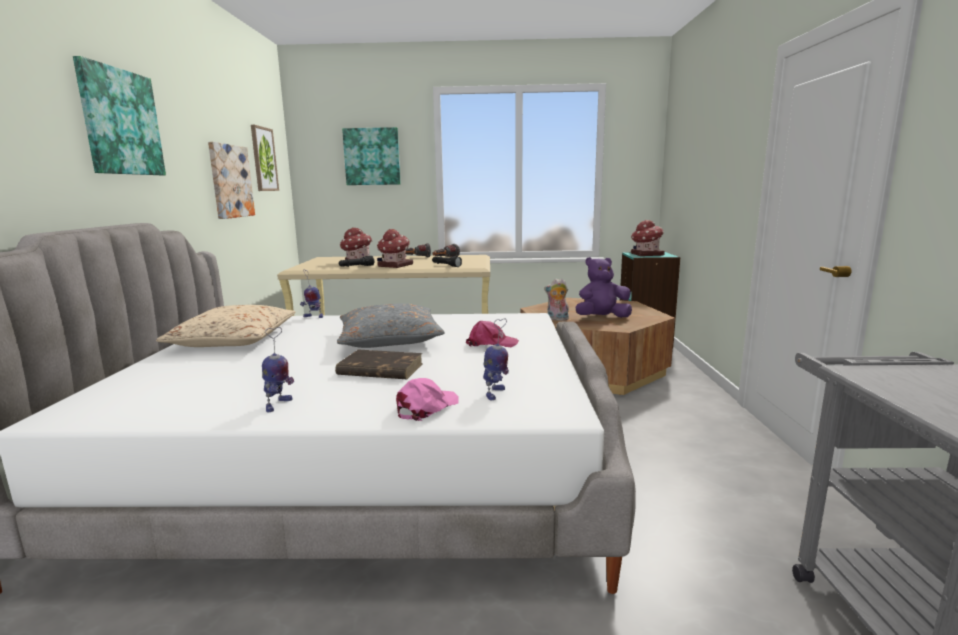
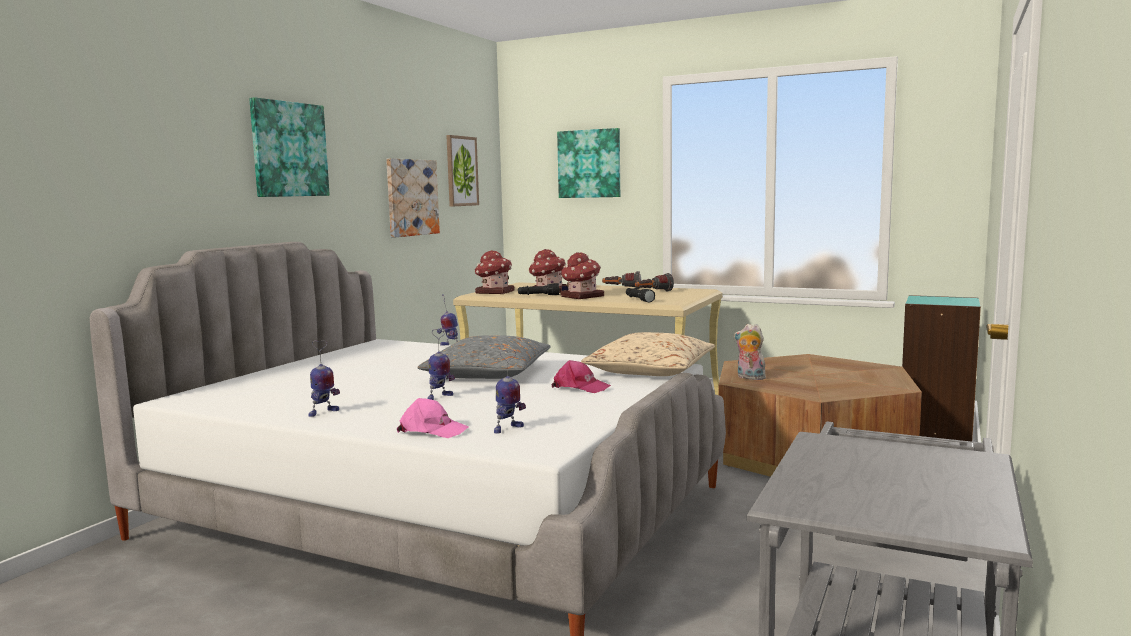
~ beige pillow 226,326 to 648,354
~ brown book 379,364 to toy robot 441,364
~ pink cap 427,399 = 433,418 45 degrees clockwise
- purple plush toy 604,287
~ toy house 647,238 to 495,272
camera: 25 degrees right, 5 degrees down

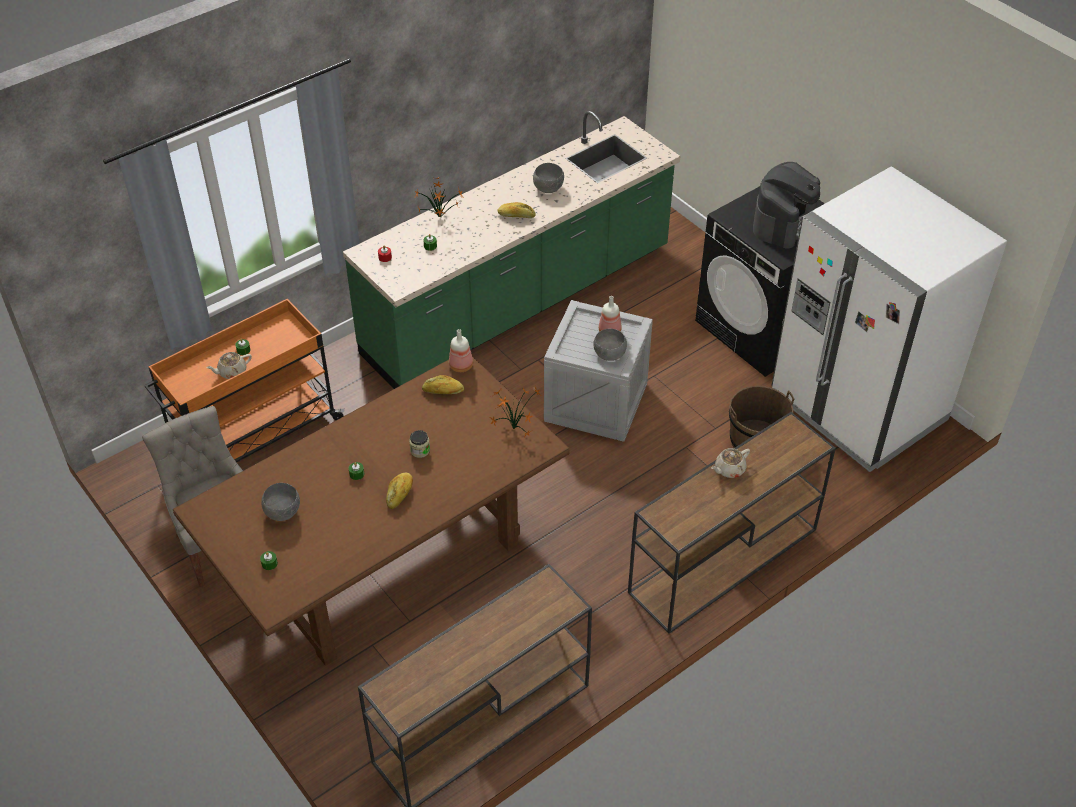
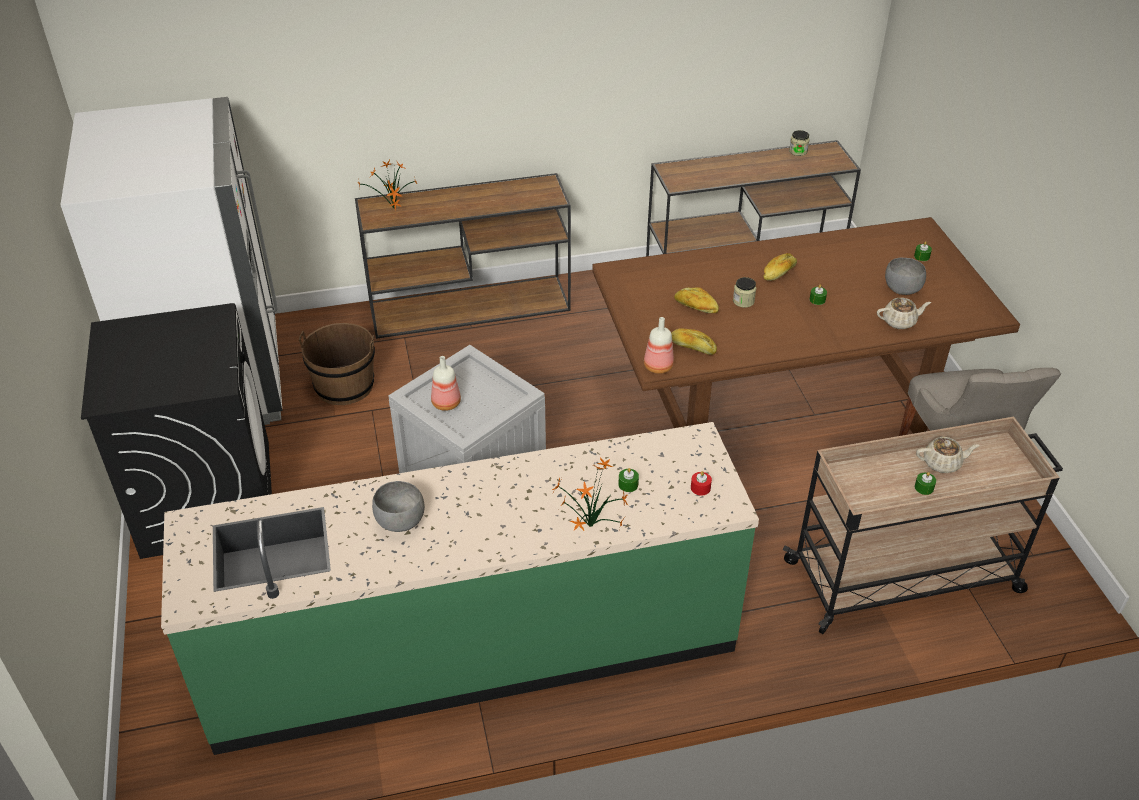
~ orange cart 244,381 to beige cart 923,525
~ potted plant 515,412 to 387,185
~ bread 516,210 to 696,300
- grey bowl 610,345
~ beige teapot 730,463 to 904,313
- coffee machine 786,205
+ jar 799,143
camera: 155 degrees left, 5 degrees down

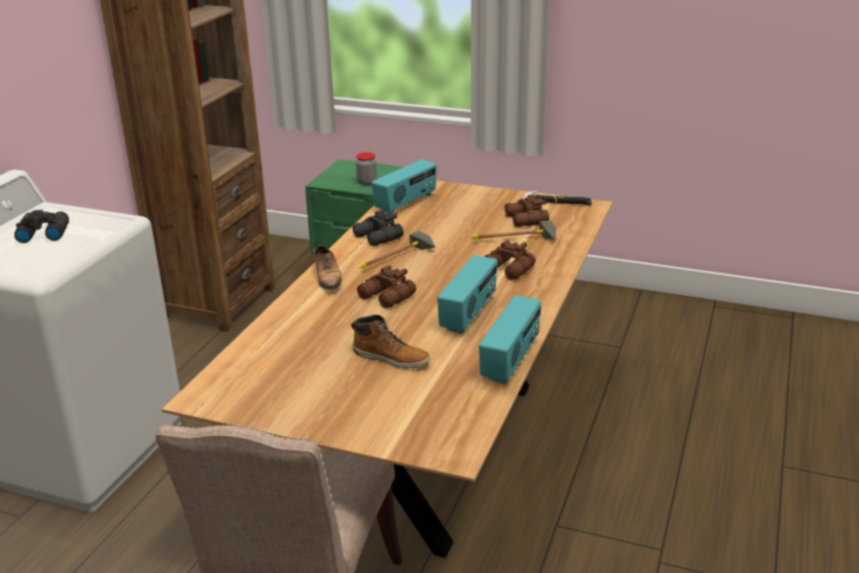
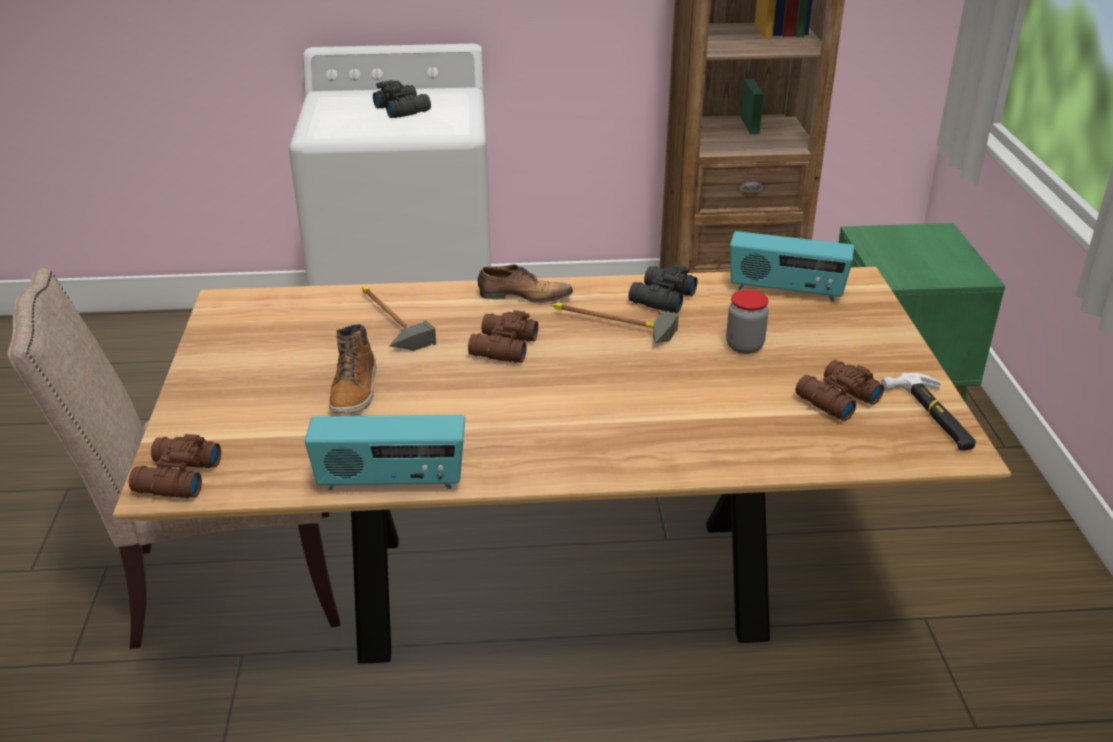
~ shoe 328,267 = 525,283 135 degrees counterclockwise
~ jar 366,168 to 747,322
- radio 467,294
~ hammer 512,230 to 399,318
~ brown binoculars 510,260 to 175,466
camera: 65 degrees right, 5 degrees up

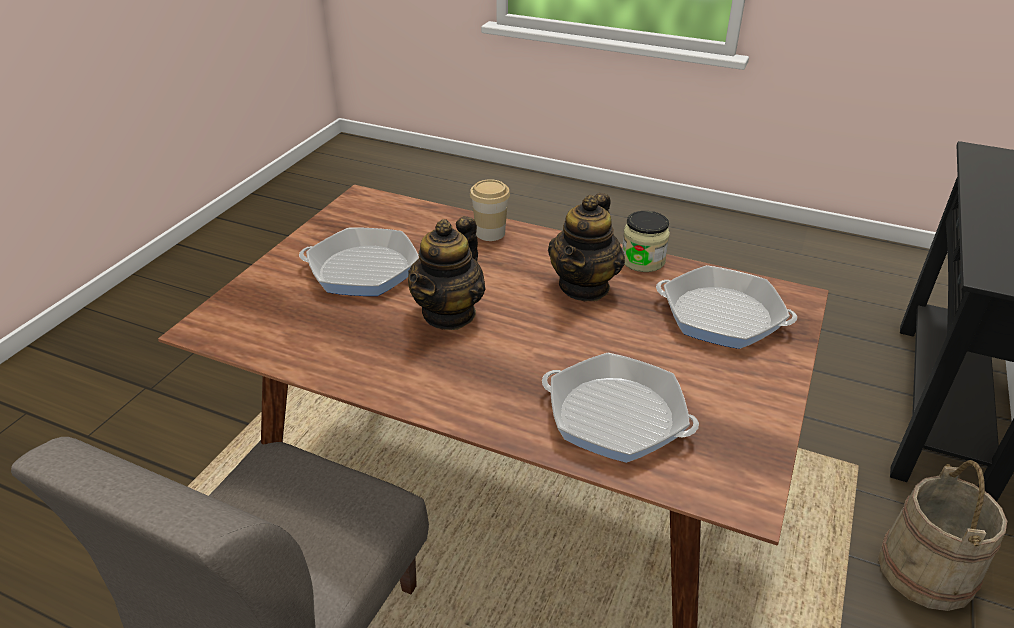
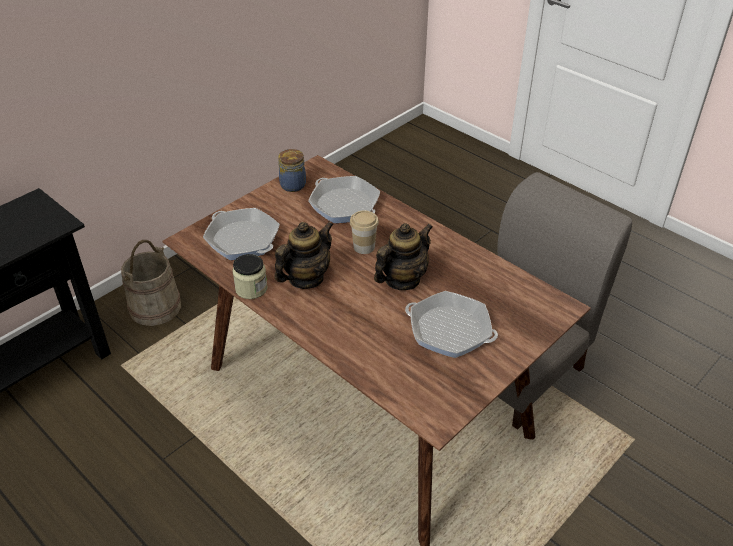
~ cup 490,210 to 364,232
+ jar 292,170
camera: 160 degrees left, 5 degrees up

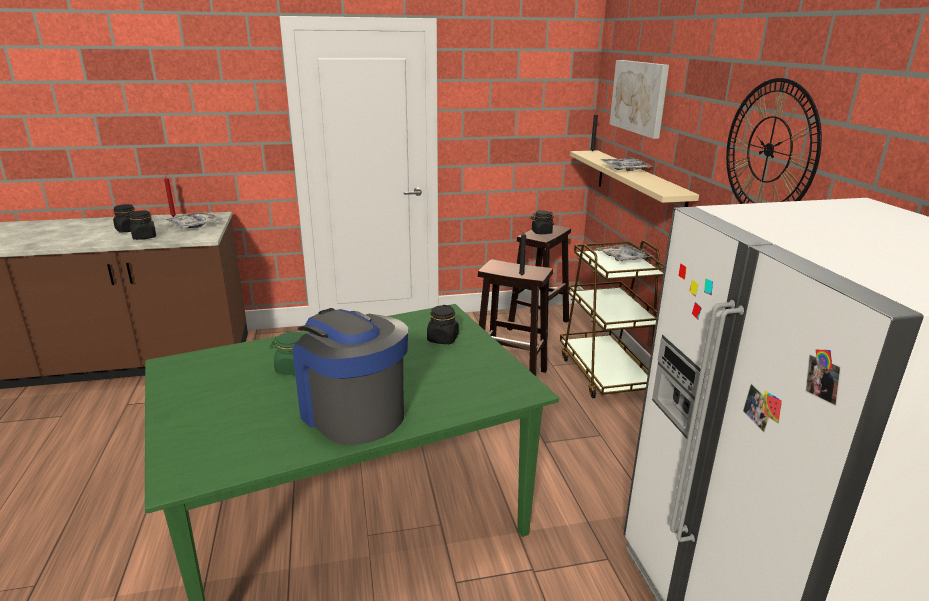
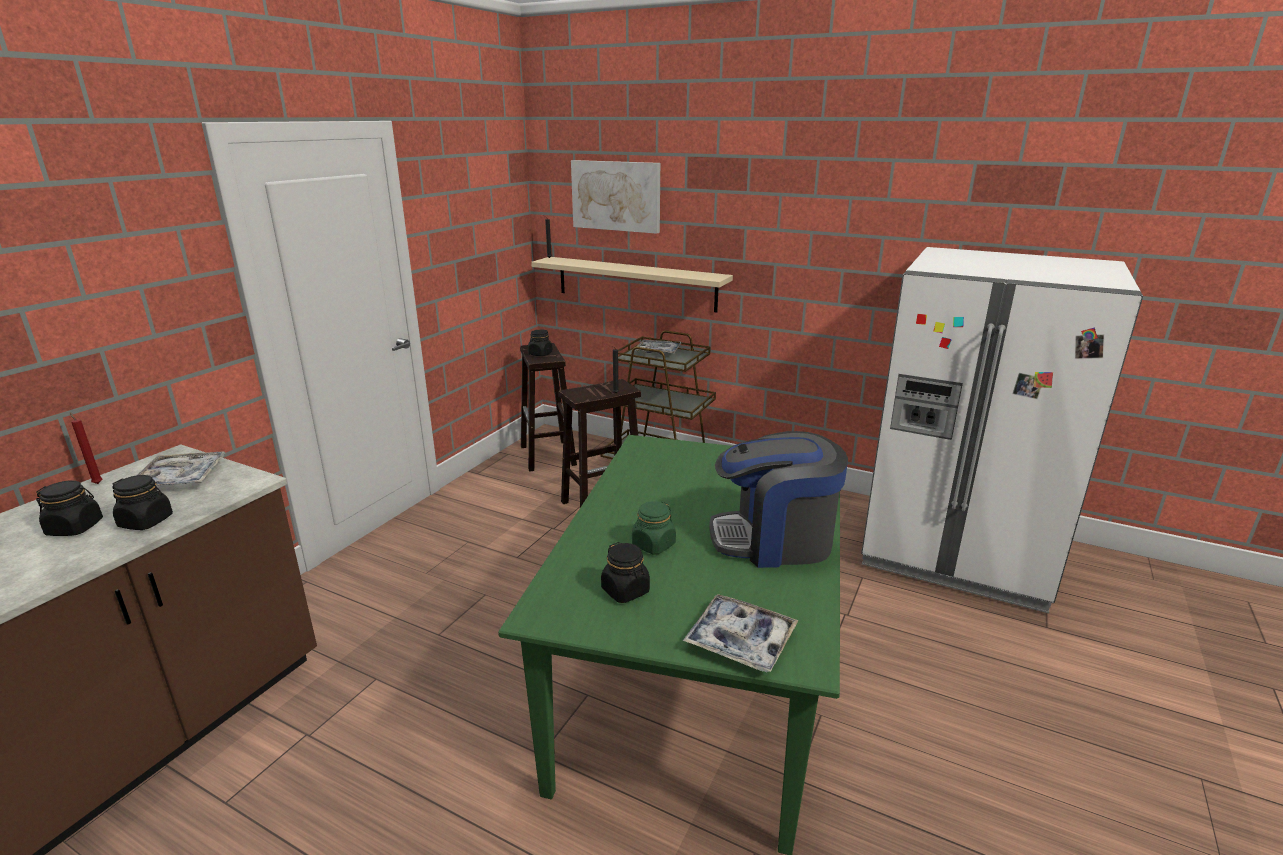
~ black jar 443,324 to 625,572
~ tray 626,164 to 741,633
- wall clock 774,141
camera: 50 degrees left, 0 degrees up

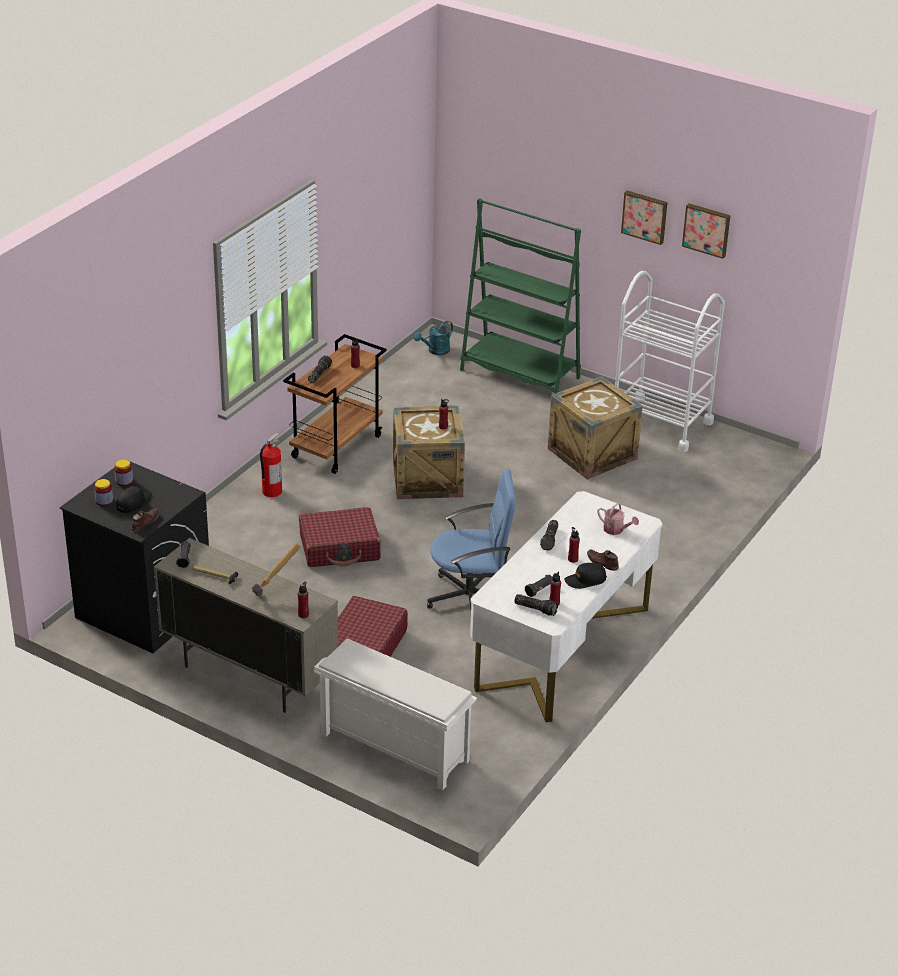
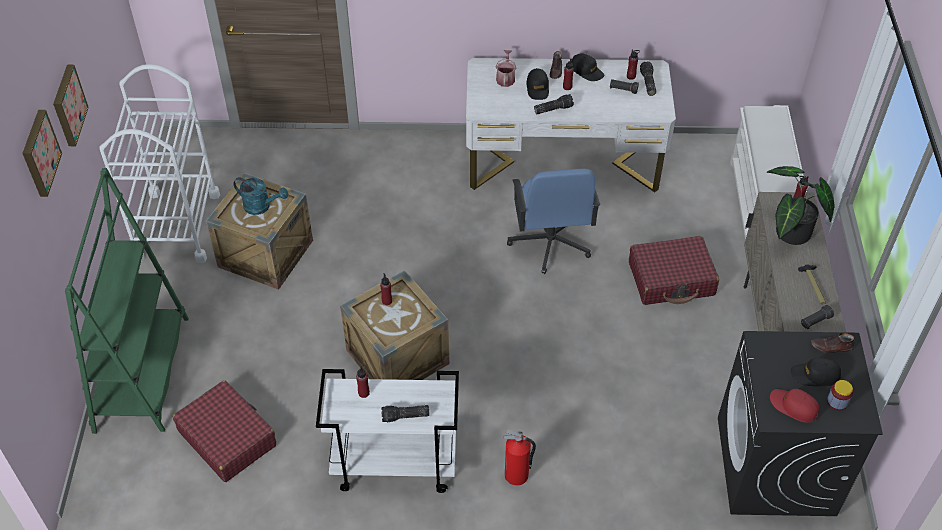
~ jar 123,472 to red cap 794,406
~ hammer 276,569 to potted plant 800,205
~ brown cart 335,404 to white cart 387,431
~ red suitcase 339,537 to 224,431
~ turquoise watering can 433,338 to 260,196
~ blue office chair 471,539 = 553,221 150 degrees counterclockwise
~ picture 706,231 to 42,153
+ black cap 537,84
camera: 120 degrees left, 15 degrees up

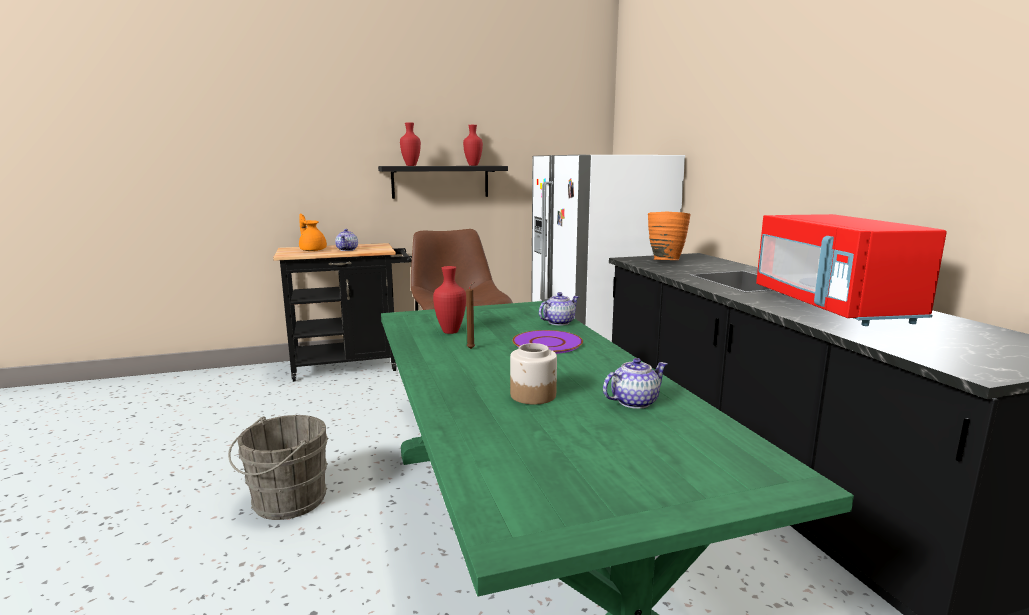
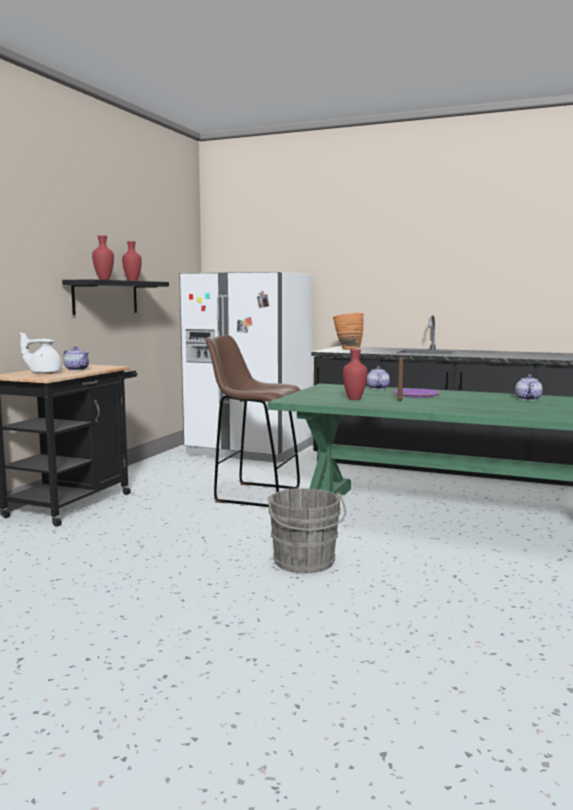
~ orange teapot 313,232 to white teapot 41,353
- jar 533,374
- red microwave 851,270
camera: 50 degrees left, 5 degrees down

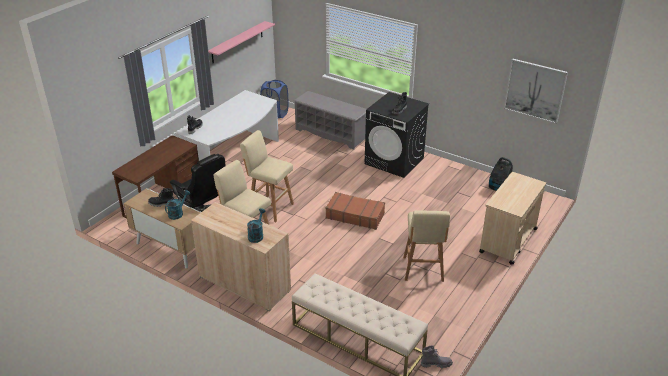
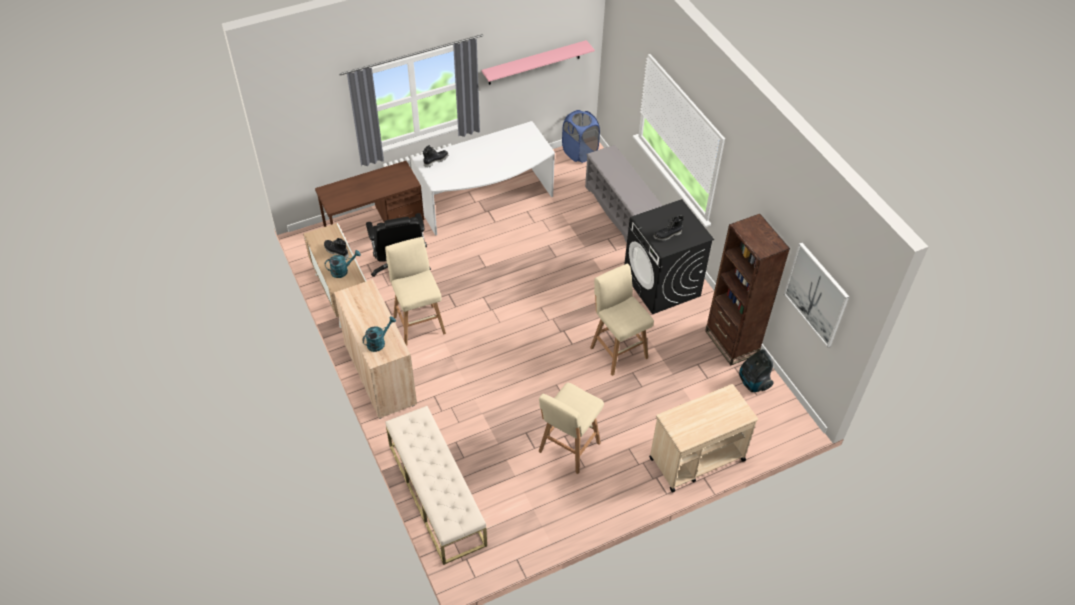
~ beige stool 267,176 to 622,320
- brown suitcase 355,211
- grey boot 437,356
+ brown bookcase 747,289
camera: 30 degrees right, 15 degrees up

